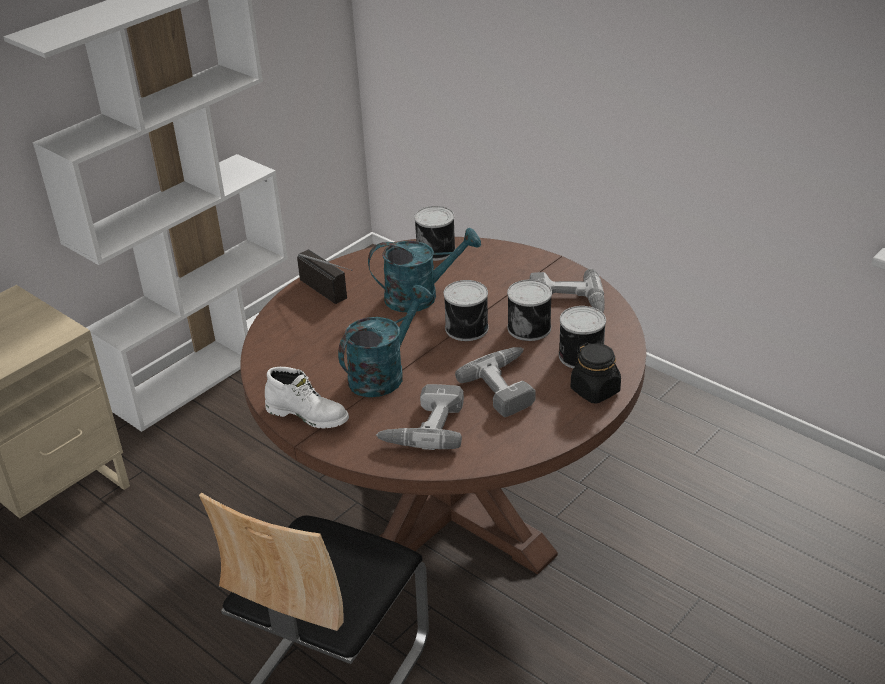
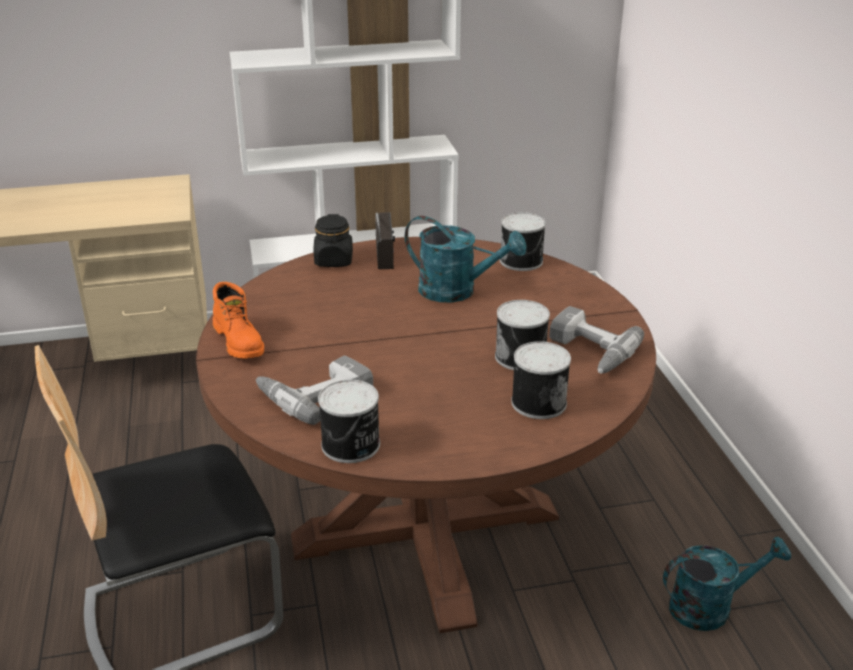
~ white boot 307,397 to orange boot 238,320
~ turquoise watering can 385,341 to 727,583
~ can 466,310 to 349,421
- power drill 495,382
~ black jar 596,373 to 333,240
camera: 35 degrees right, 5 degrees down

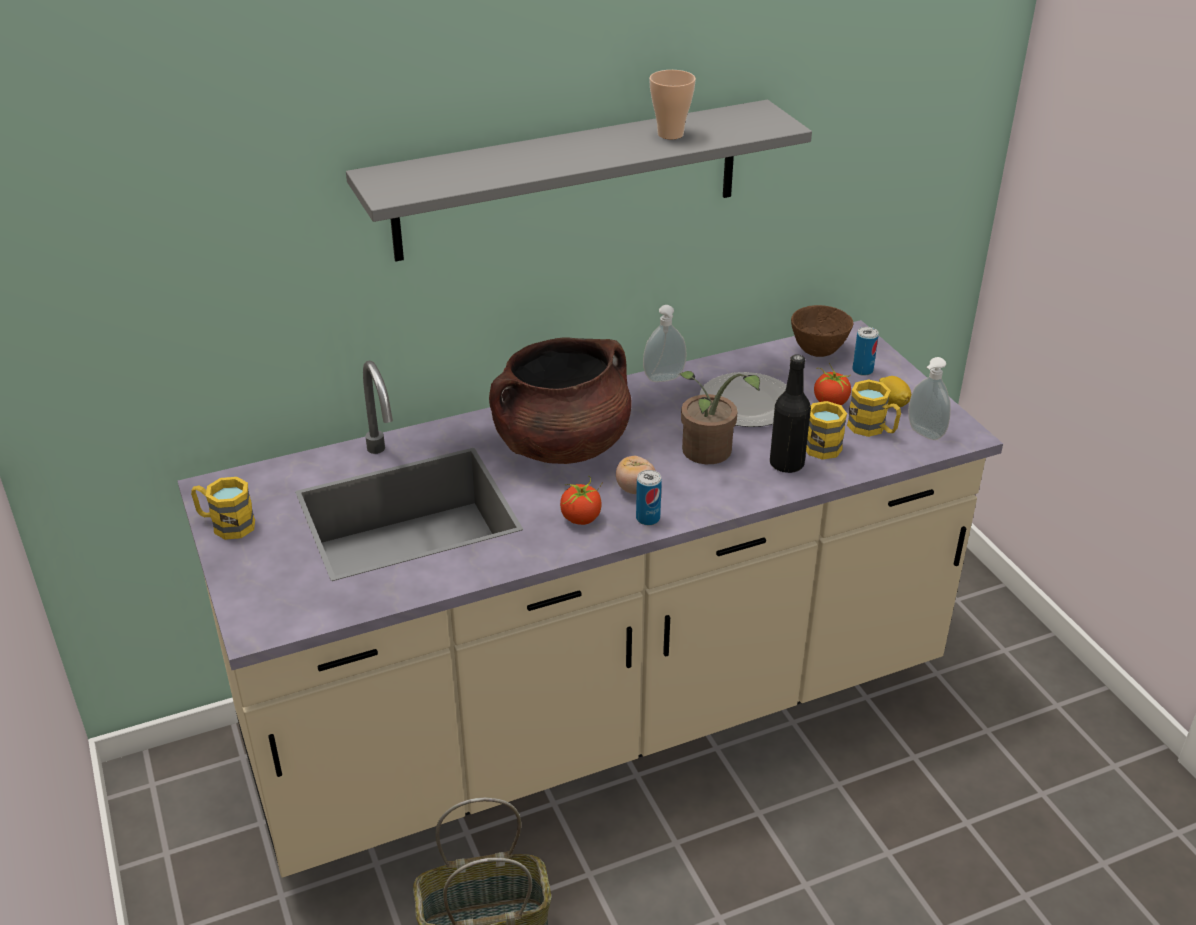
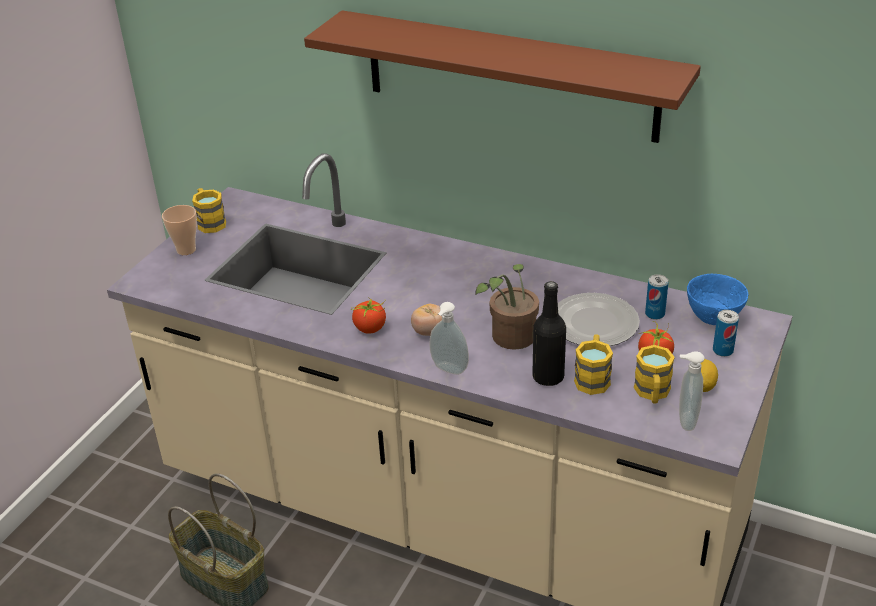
~ grey shelf 579,180 to brown shelf 502,76
- brown cooking pot 560,400
~ can 649,497 to 656,297
~ soap dispenser 665,343 to 449,338
~ cup 672,104 to 179,230
~ brown bowl 822,331 to blue bowl 717,299
camera: 50 degrees right, 0 degrees up

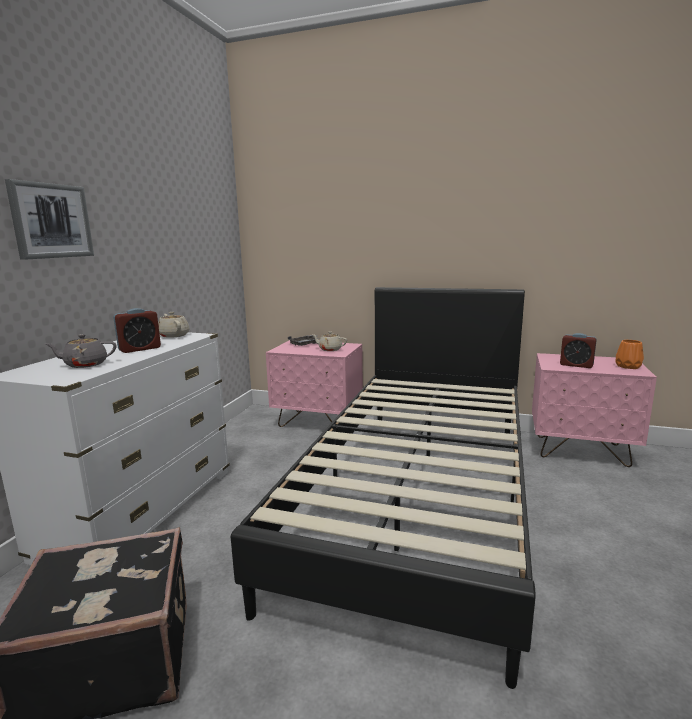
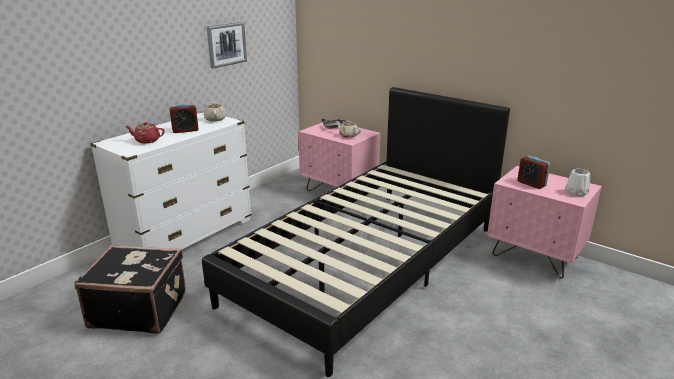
~ picture 49,219 to 227,45
~ grey teapot 81,351 to red teapot 145,133
~ orange vase 630,354 to white vase 578,183
camera: 20 degrees right, 10 degrees up

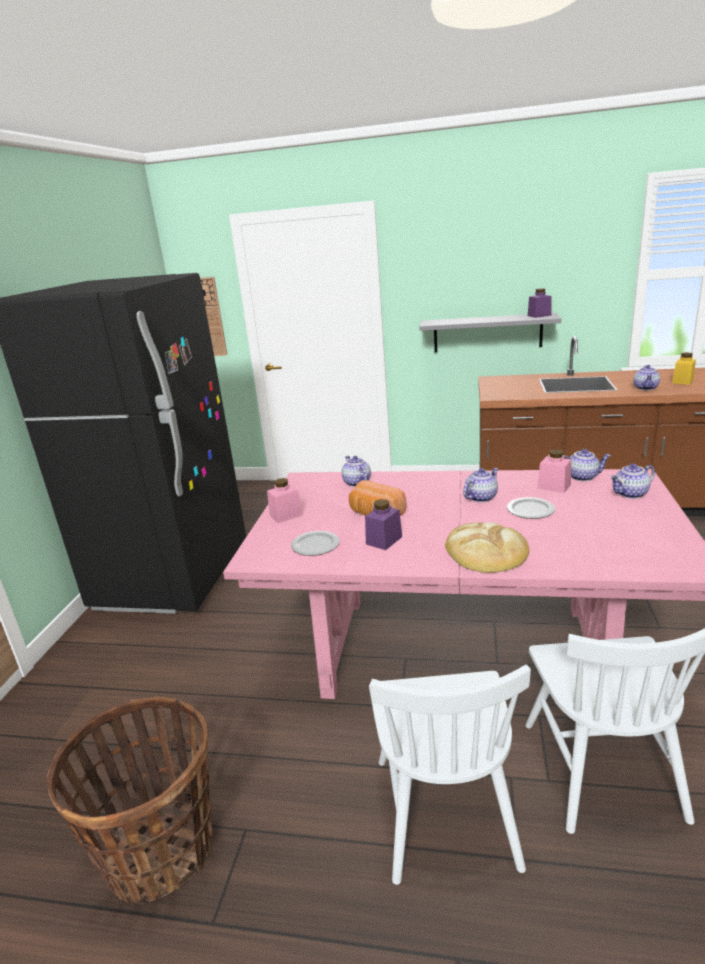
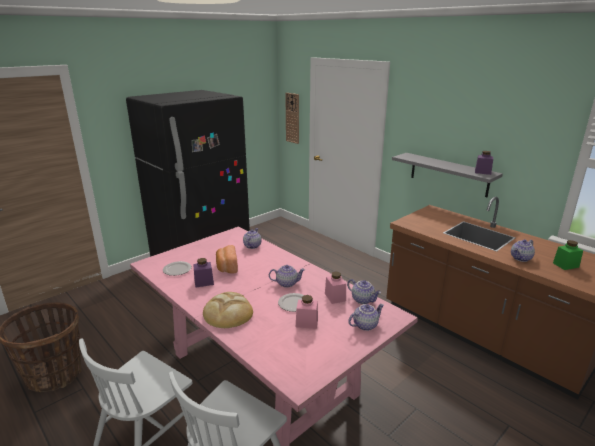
~ pink jar 285,500 to 307,312
~ teapot 632,481 = 366,317 135 degrees clockwise
~ yellow jar 684,369 to green jar 568,255
camera: 35 degrees right, 0 degrees up

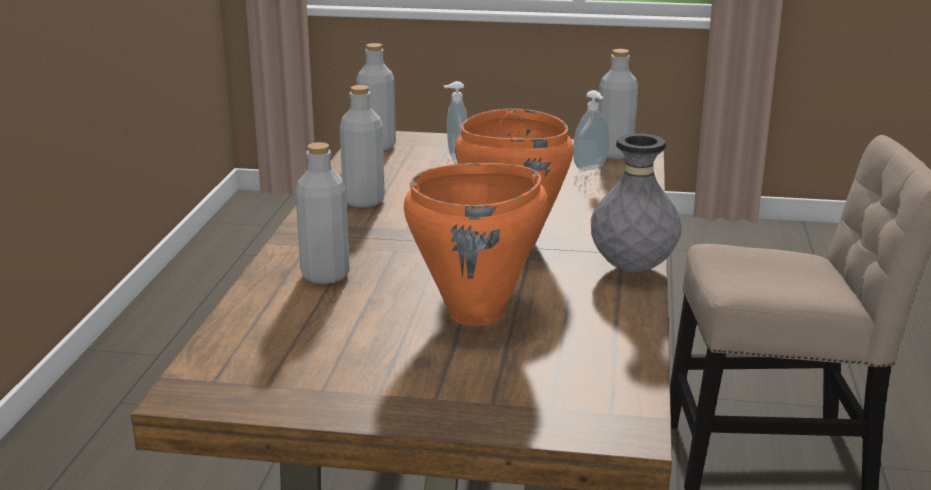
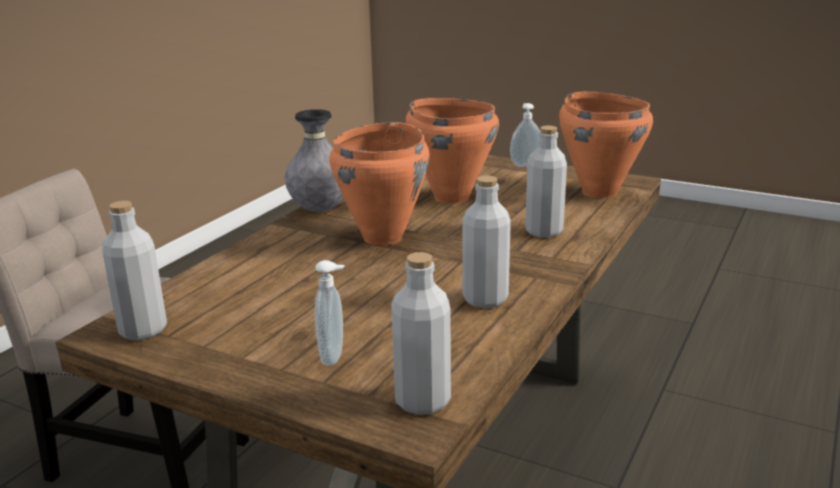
~ soap dispenser 591,130 to 525,135
+ orange cooking pot 606,145
camera: 160 degrees left, 0 degrees up

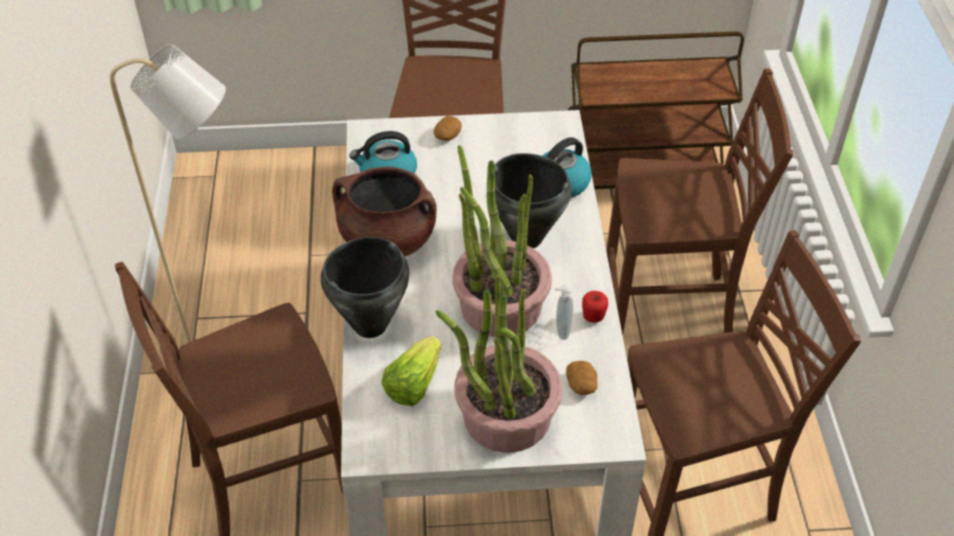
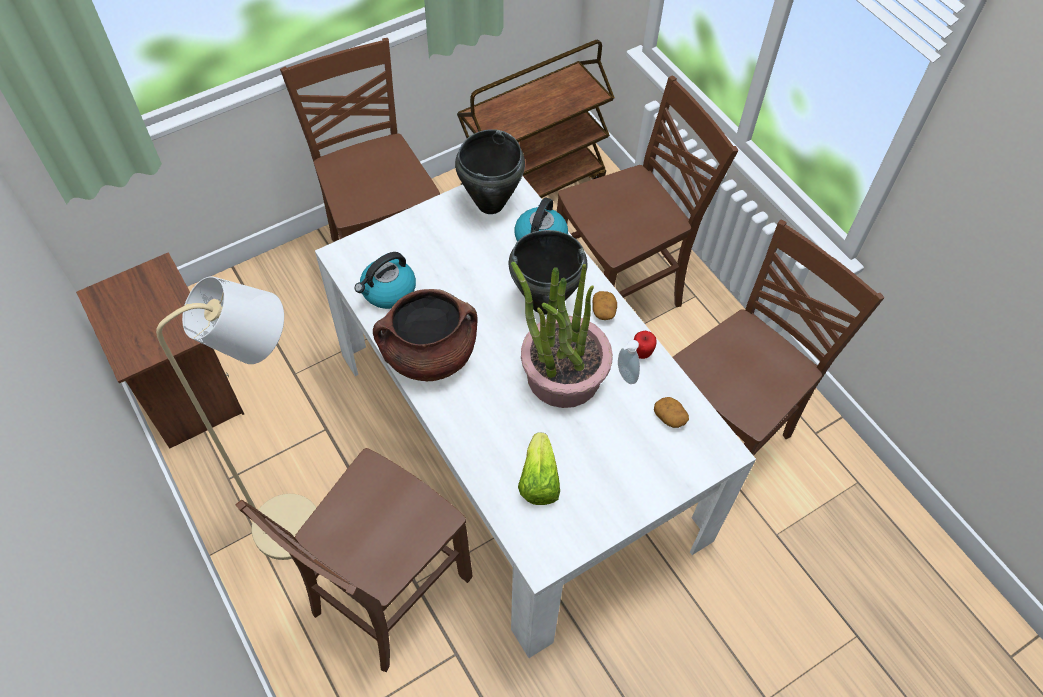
~ black cooking pot 365,287 to 490,171
~ potato 447,128 to 605,305
- potted plant 499,363
+ brown nightstand 160,350
camera: 30 degrees left, 10 degrees up

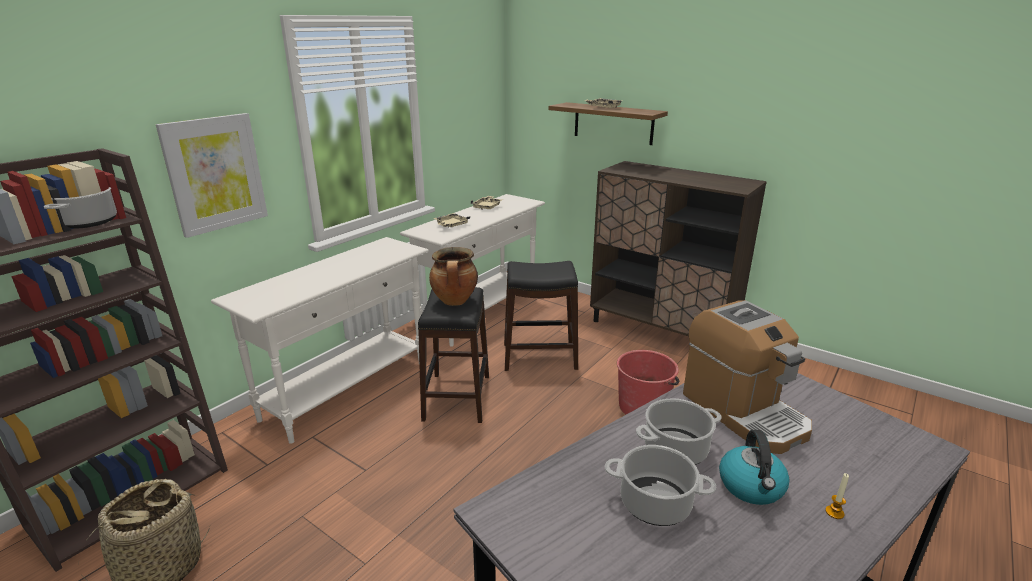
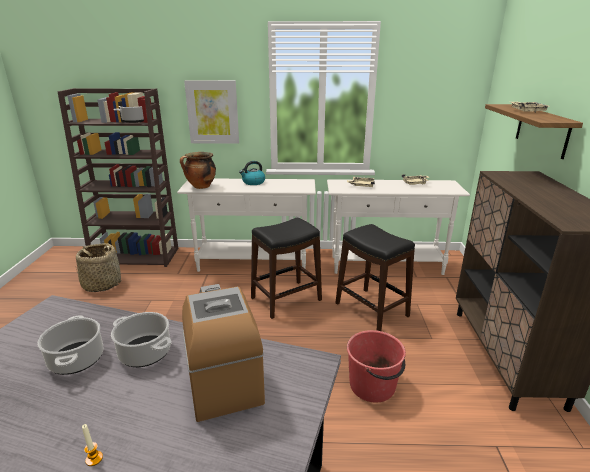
~ cooking pot 453,276 to 198,170
~ coffee machine 747,377 = 223,353 135 degrees clockwise
~ kettle 754,467 to 252,173
camera: 55 degrees right, 0 degrees up

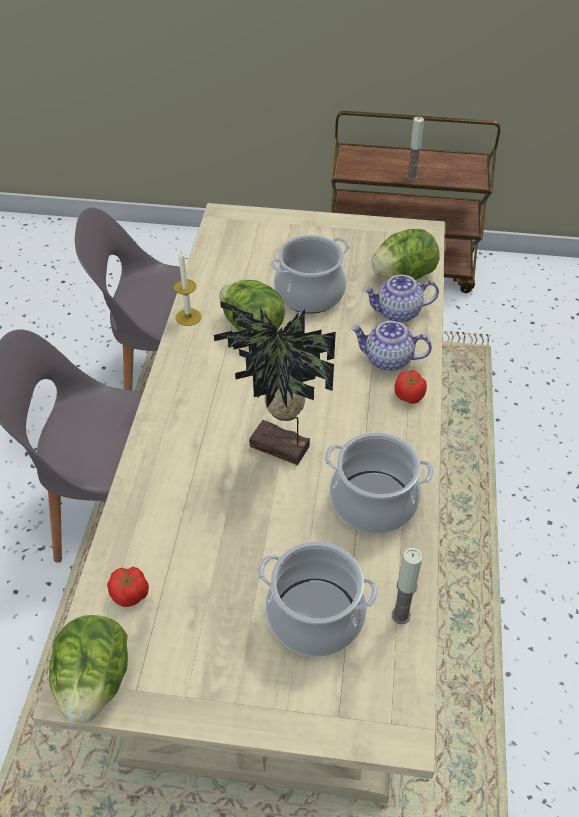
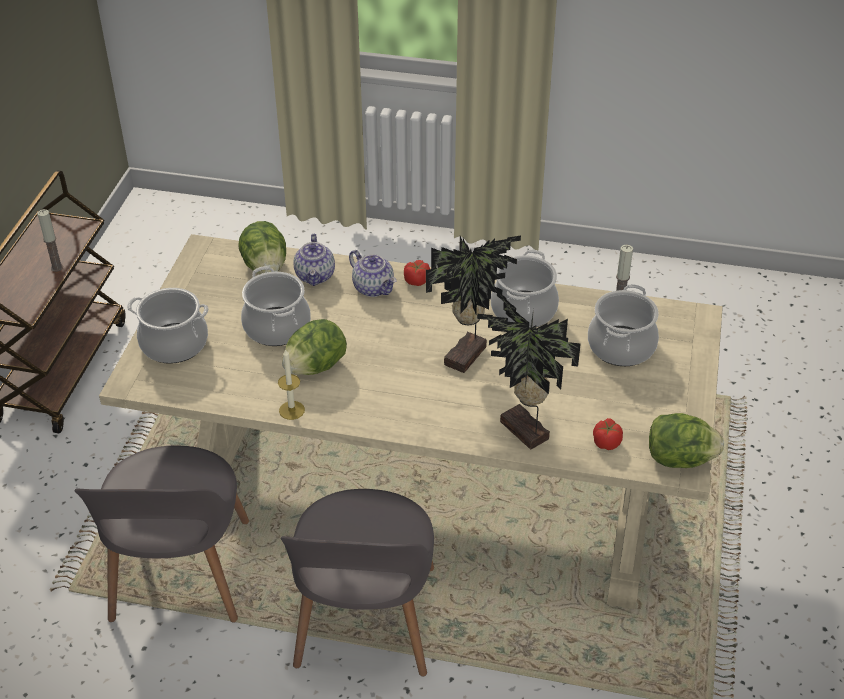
~ teapot 391,346 = 372,273 60 degrees counterclockwise
+ cooking pot 167,326
+ potted plant 529,370
camera: 85 degrees left, 5 degrees down

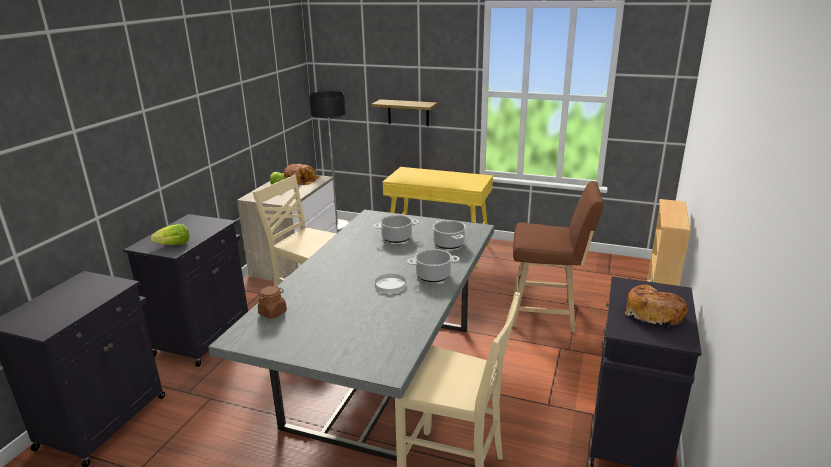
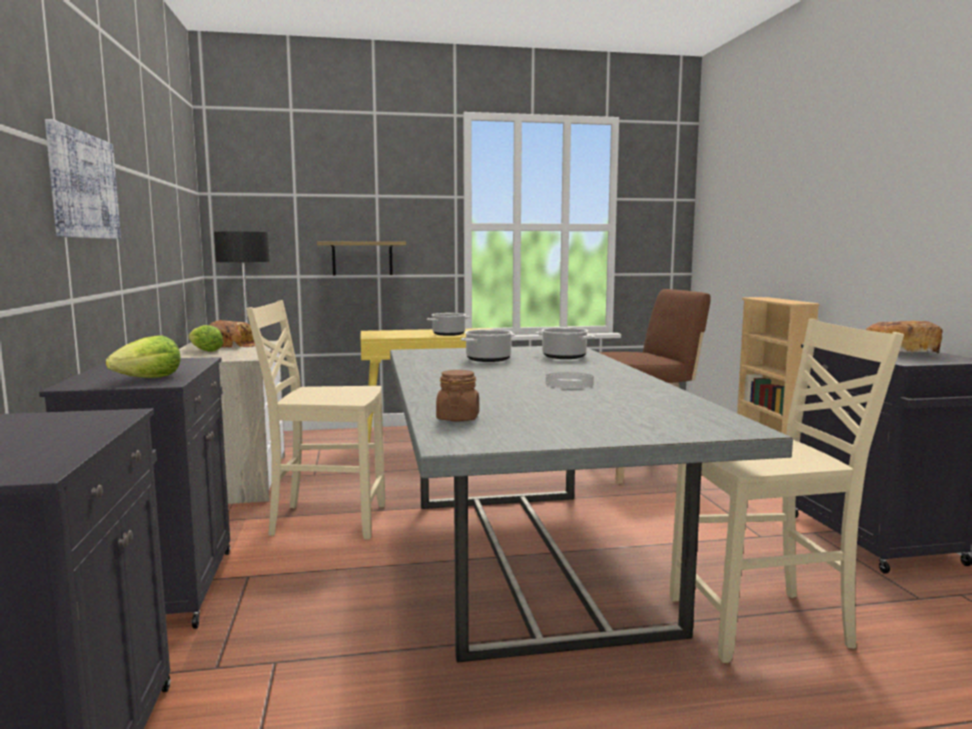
~ cooking pot 433,265 to 448,324
+ picture 83,179
camera: 30 degrees left, 15 degrees down

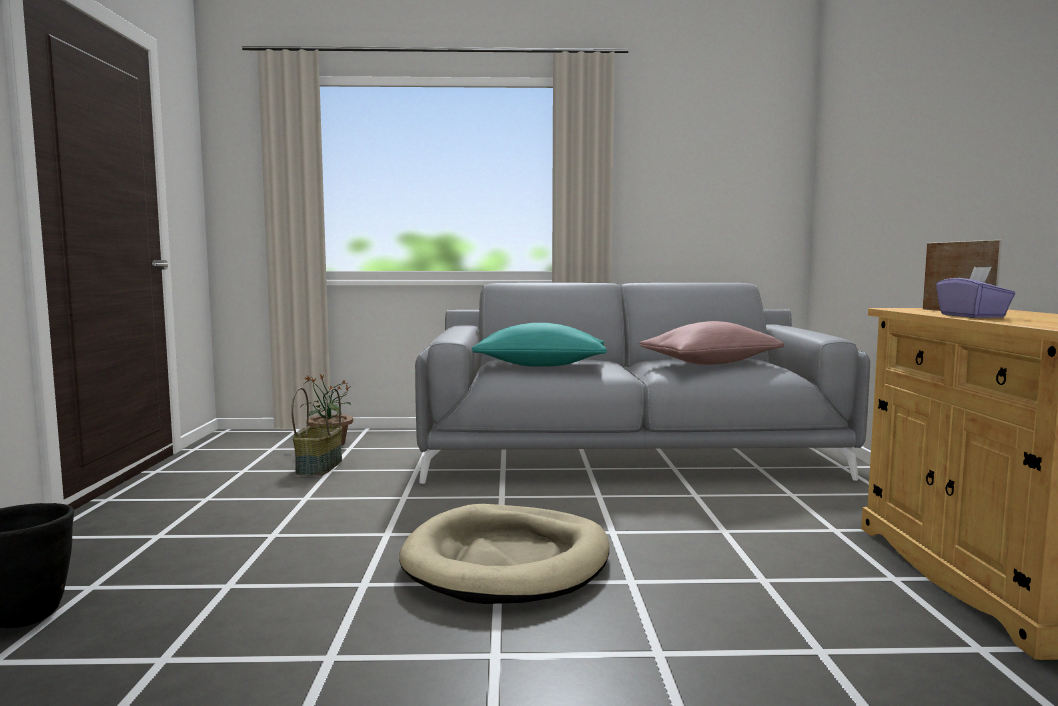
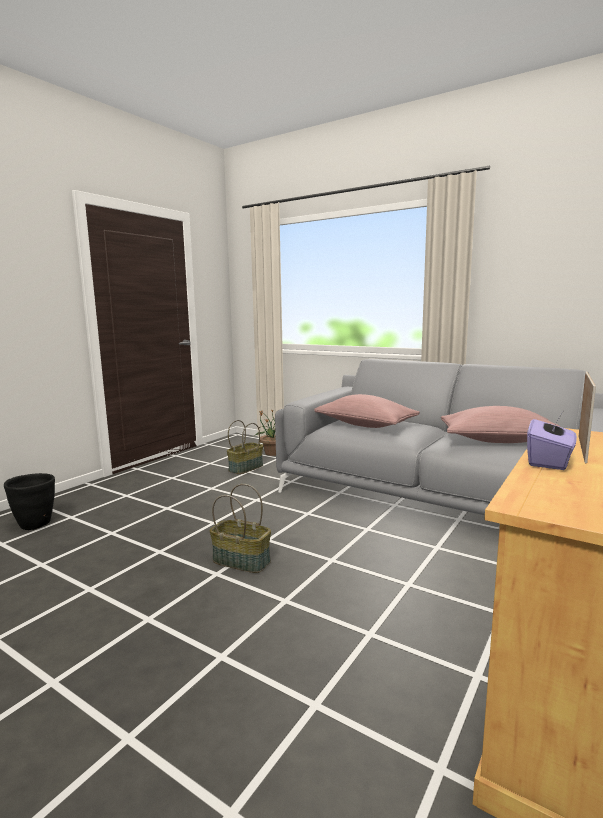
~ beige dog bed 504,554 to basket 240,528
~ turquoise pillow 539,344 to pink pillow 367,411
camera: 35 degrees right, 5 degrees up

